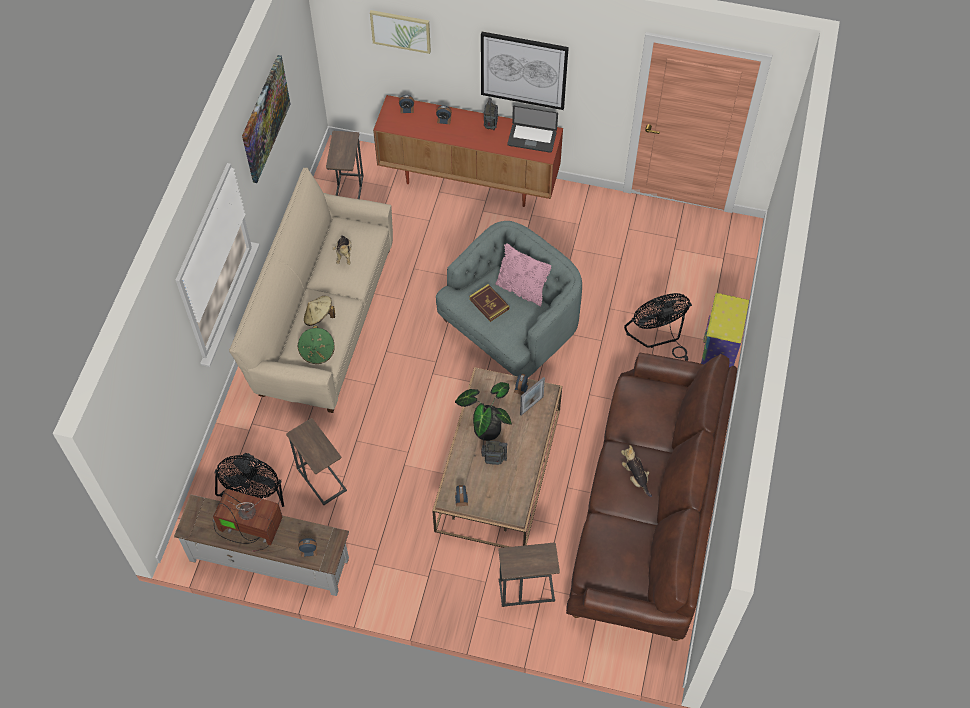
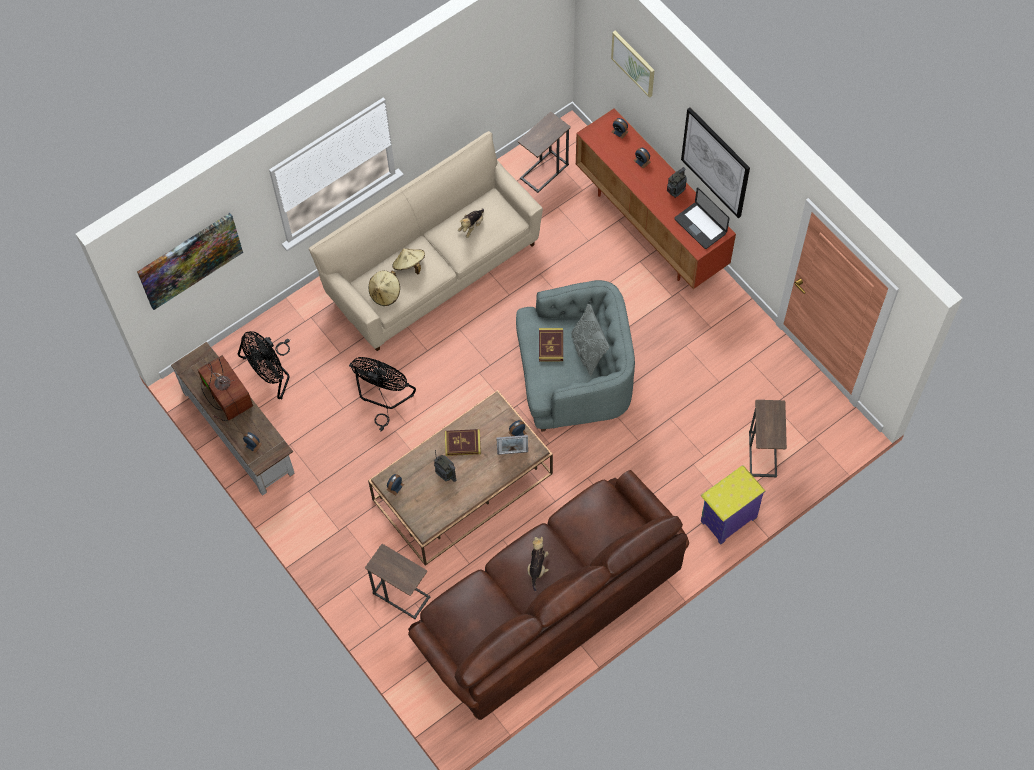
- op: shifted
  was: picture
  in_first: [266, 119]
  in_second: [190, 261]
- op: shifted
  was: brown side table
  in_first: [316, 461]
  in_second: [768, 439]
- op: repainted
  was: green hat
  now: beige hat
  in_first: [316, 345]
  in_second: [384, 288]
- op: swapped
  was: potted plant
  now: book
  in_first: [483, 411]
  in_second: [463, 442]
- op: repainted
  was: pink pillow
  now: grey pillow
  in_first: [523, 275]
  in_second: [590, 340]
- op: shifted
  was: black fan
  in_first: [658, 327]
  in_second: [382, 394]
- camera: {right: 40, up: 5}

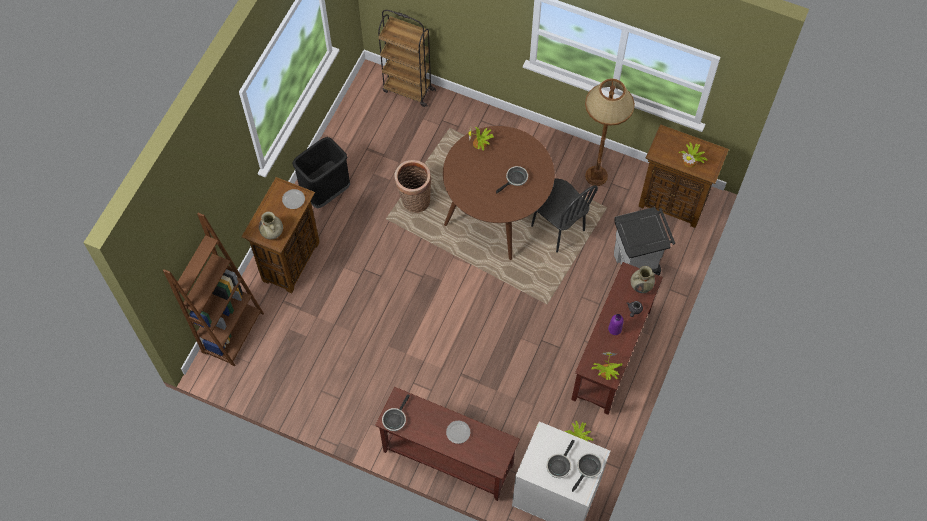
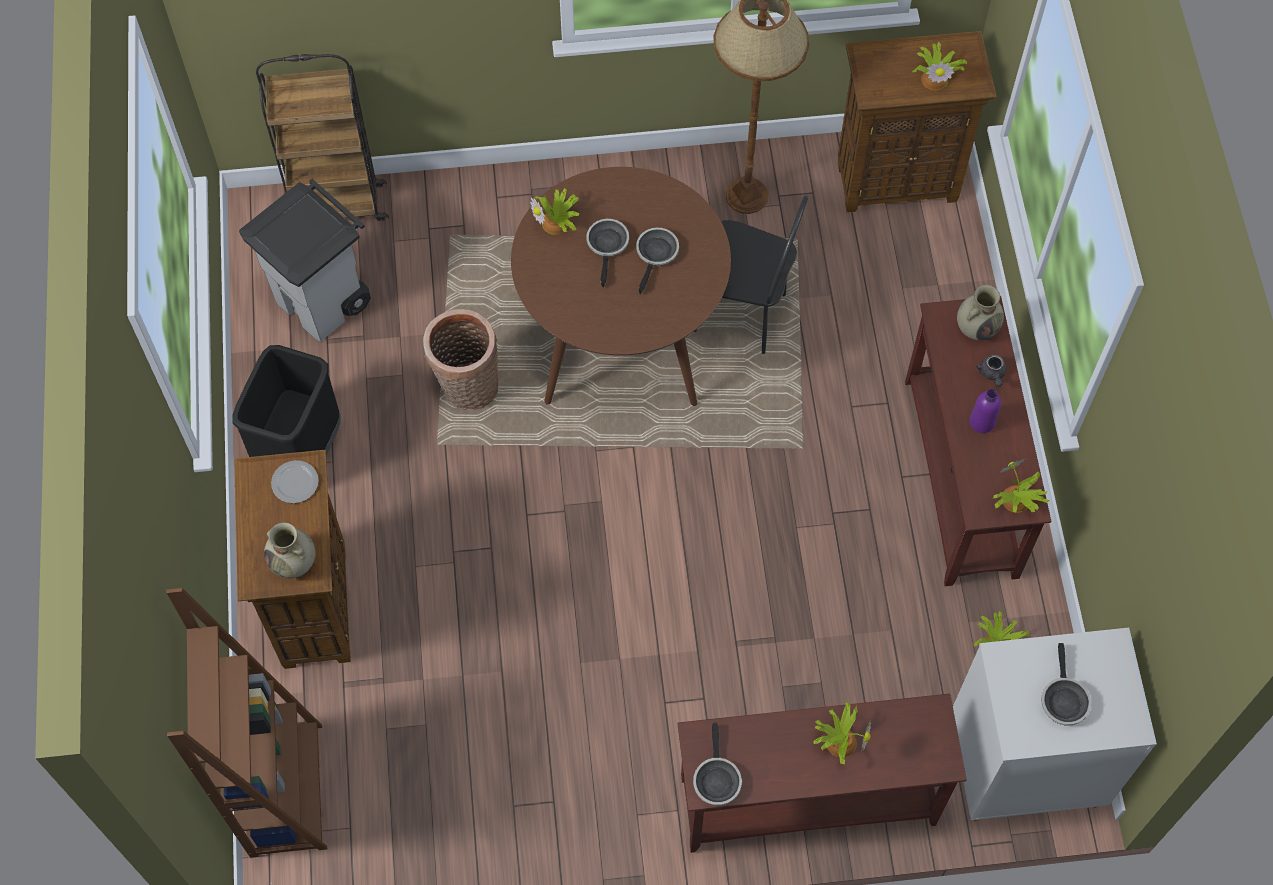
- op: swapped
  was: plate
  now: potted plant
  in_first: [458, 432]
  in_second: [842, 733]
- op: shifted
  was: frying pan
  in_first: [587, 472]
  in_second: [607, 253]
- op: shifted
  was: grey trash can
  in_first: [644, 241]
  in_second: [305, 260]
- camera: {right: -30, up: 0}

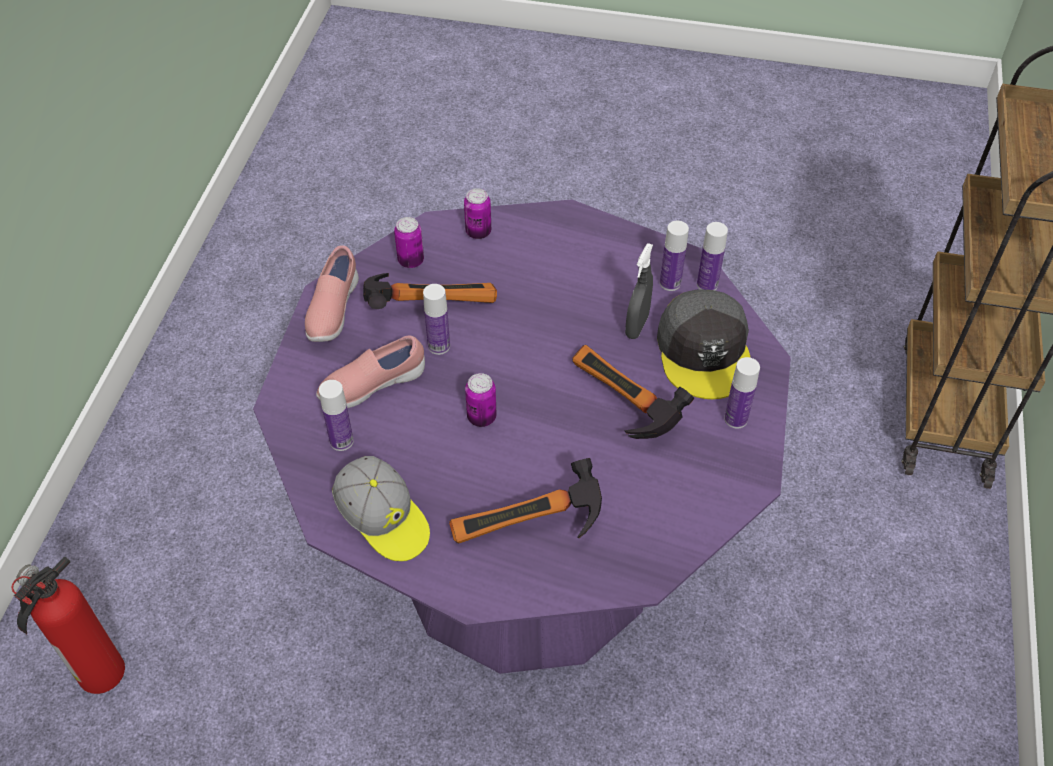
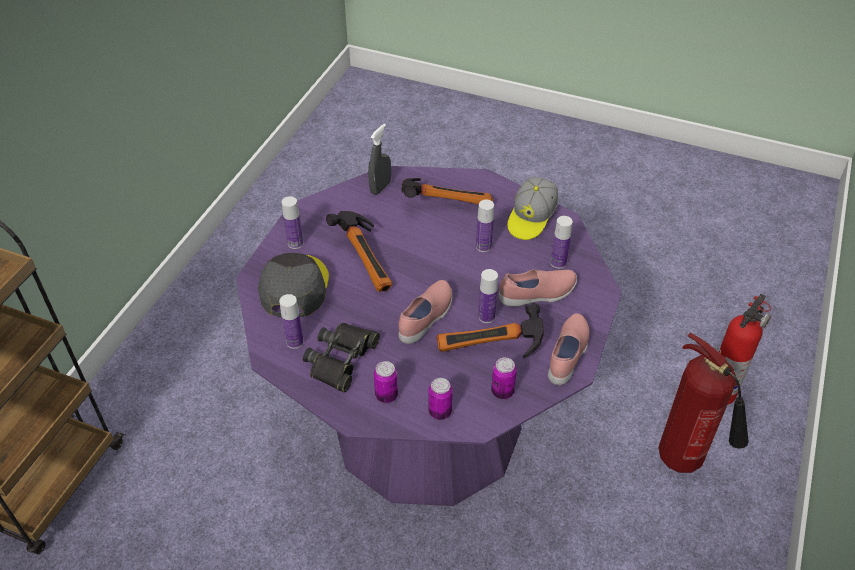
- op: rotated
  was: cap
  in_first: [381, 509]
  in_second: [532, 208]
  clockwise: -120
- op: shifted
  was: can
  in_first: [481, 400]
  in_second: [386, 382]
- op: shifted
  was: grey spray bottle
  in_first: [639, 291]
  in_second: [379, 159]
- op: shifted
  was: bottle
  in_first: [712, 256]
  in_second: [485, 226]
- op: new
  now: black binoculars
  in_second: [341, 357]
- op: new
  now: pink shoe
  in_second: [425, 312]
- op: new
  now: fire extinguisher
  in_second: [704, 403]
- camera: {right: -170, up: -5}

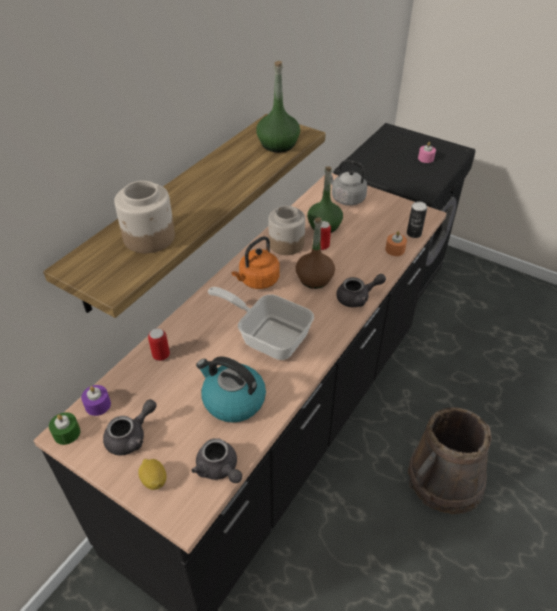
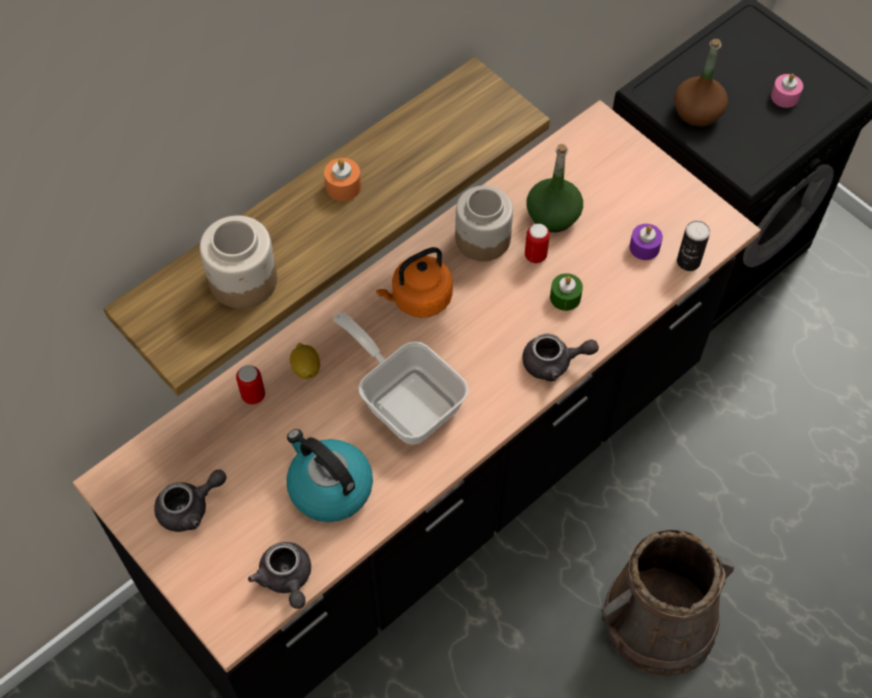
- op: shifted
  was: green candle
  in_first: [64, 428]
  in_second: [566, 292]
- op: shifted
  was: purple candle
  in_first: [96, 400]
  in_second: [646, 242]
- op: shifted
  was: lemon
  in_first: [152, 474]
  in_second: [305, 361]
- op: gone
  was: green bottle
  in_first: [278, 106]
- op: shifted
  was: brown bottle
  in_first: [315, 253]
  in_second: [701, 83]
- op: gone
  was: grey kettle
  in_first: [349, 183]
- op: shifted
  was: orange candle
  in_first: [396, 243]
  in_second: [342, 179]
- camera: {right: 15, up: 15}

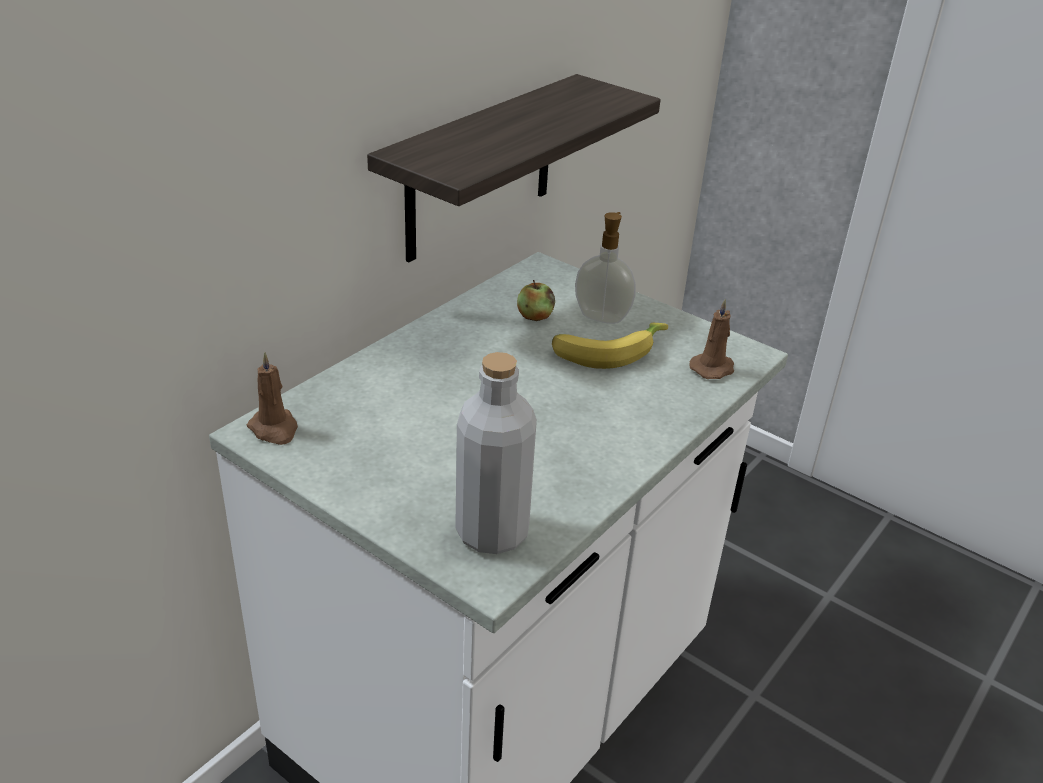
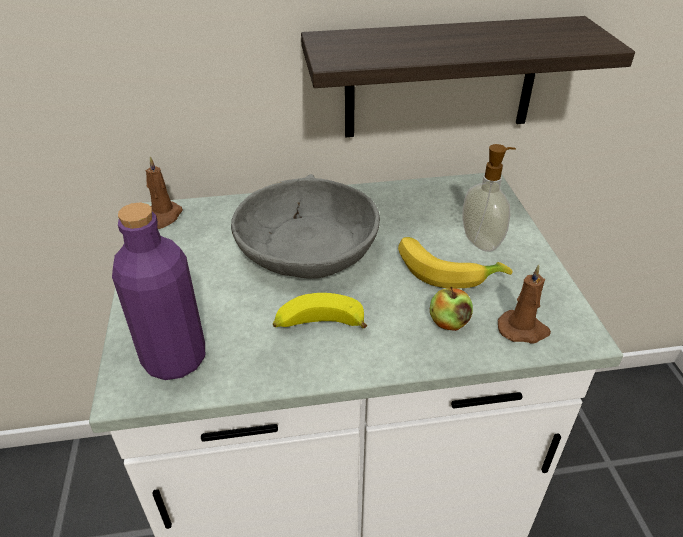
- op: repainted
  was: grey bottle
  now: purple bottle
  in_first: [496, 453]
  in_second: [158, 291]
- op: shifted
  was: apple
  in_first: [536, 300]
  in_second: [451, 309]
- op: new
  now: grey bowl
  in_second: [305, 226]
- op: new
  now: banana
  in_second: [320, 310]
- camera: {right: 45, up: 5}

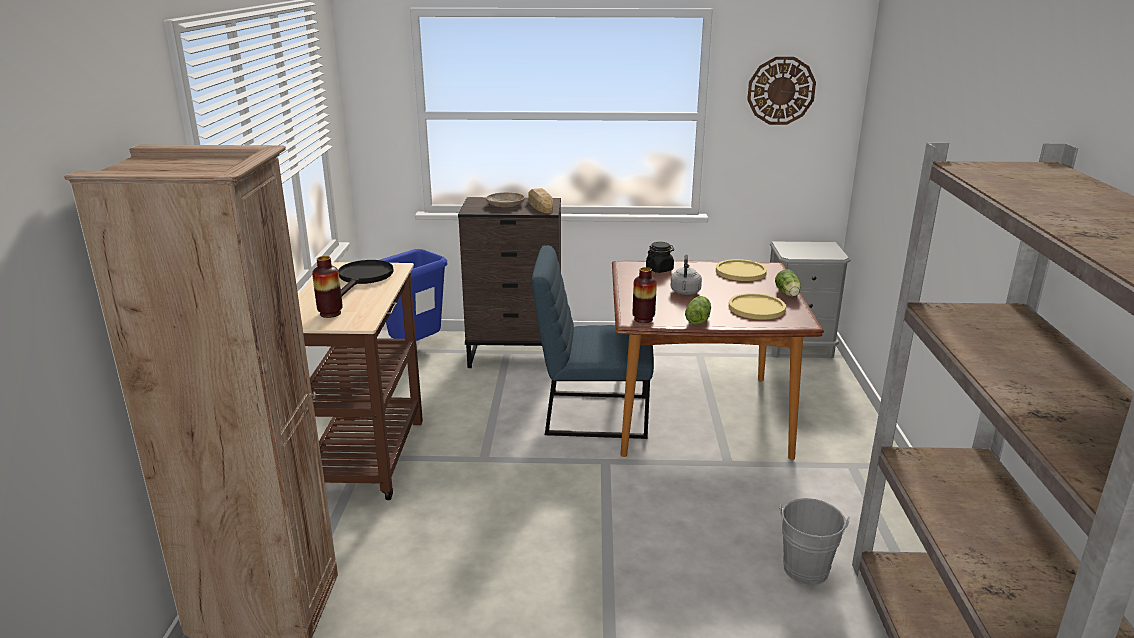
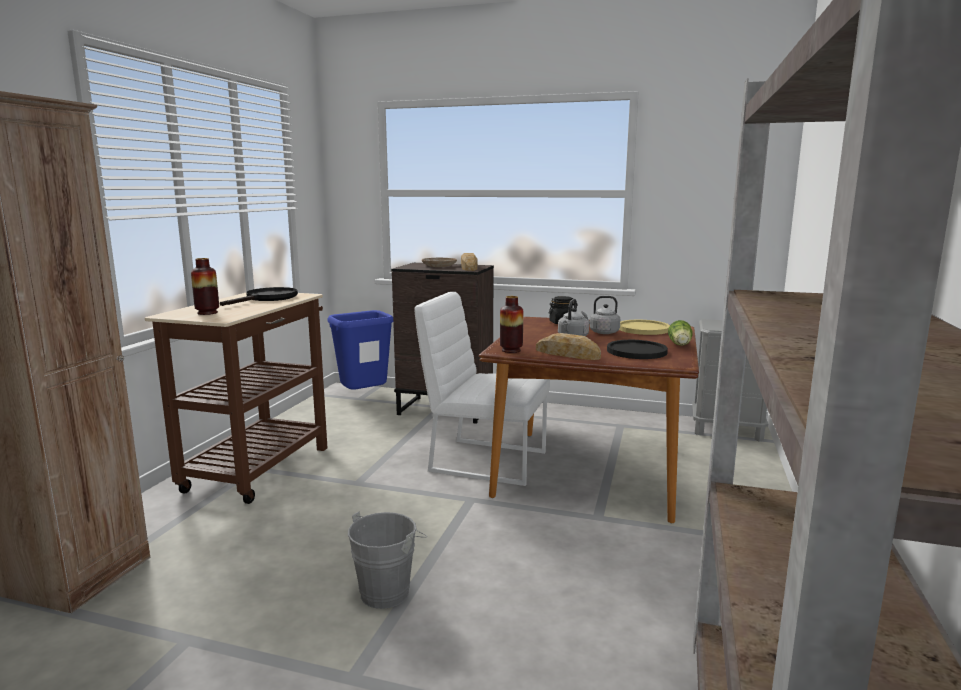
- op: repainted
  was: blue chair
  now: white chair
  in_first: [593, 342]
  in_second: [482, 389]
- op: swapped
  was: lettuce
  now: bread
  in_first: [698, 310]
  in_second: [568, 346]
- op: repainted
  was: yellow plate
  now: black plate
  in_first: [757, 306]
  in_second: [637, 349]
- op: gone
  was: wall clock
  in_first: [781, 91]
- op: shifted
  was: grey bucket
  in_first: [814, 541]
  in_second: [387, 560]
- op: new
  now: grey kettle
  in_second: [600, 315]
- camera: {right: 15, up: -10}

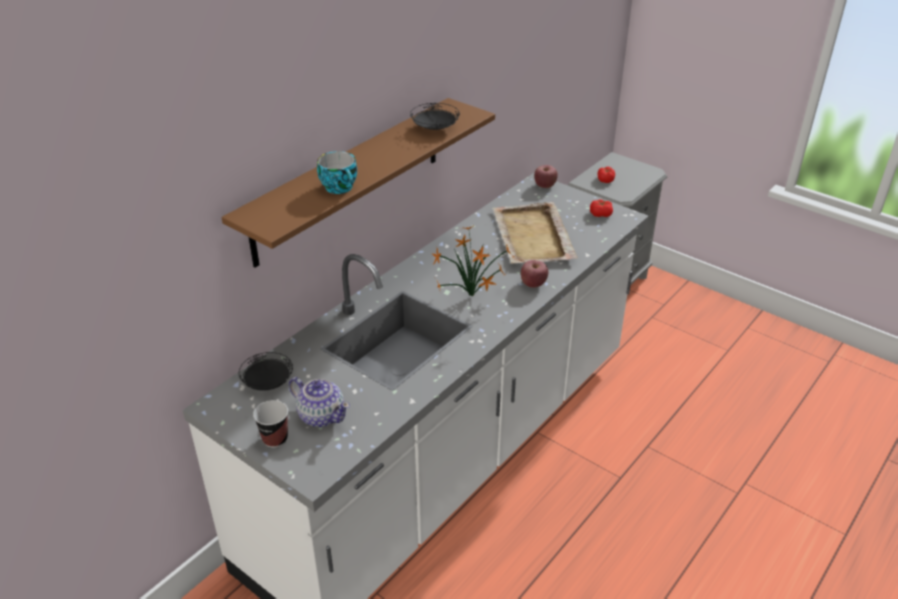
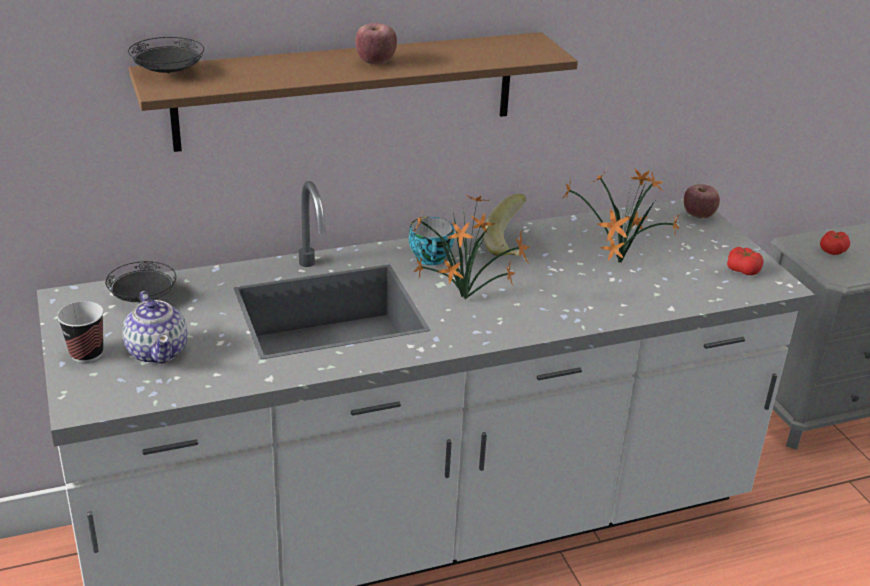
- op: shifted
  was: cup
  in_first: [337, 172]
  in_second: [431, 241]
- op: shifted
  was: black plate
  in_first: [435, 116]
  in_second: [166, 55]
- op: swapped
  was: beige tray
  now: potted plant
  in_first: [535, 233]
  in_second: [621, 215]
- op: shifted
  was: apple
  in_first: [534, 274]
  in_second: [376, 43]
- op: new
  now: banana
  in_second: [505, 225]
- camera: {right: 30, up: -5}

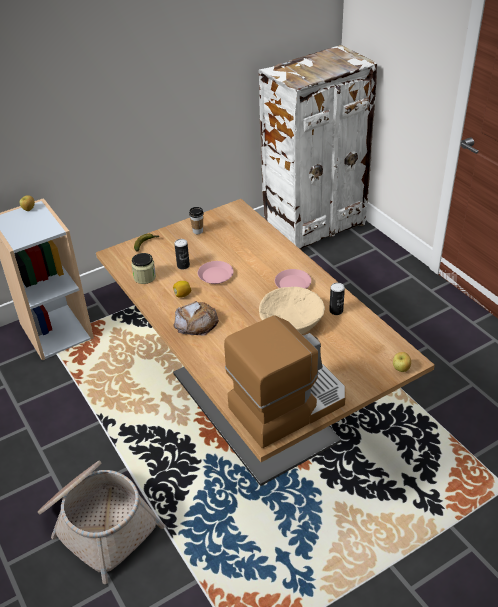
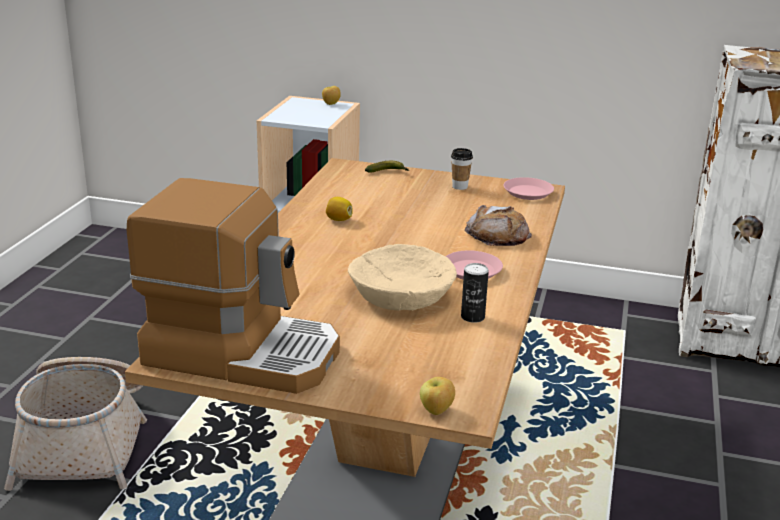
- op: gone
  was: jar
  in_first: [143, 268]
- op: gone
  was: can
  in_first: [182, 254]
- op: shifted
  was: bread
  in_first: [196, 318]
  in_second: [498, 225]
- op: shifted
  was: pink plate
  in_first: [216, 272]
  in_second: [528, 188]
- camera: {right: 45, up: -15}

